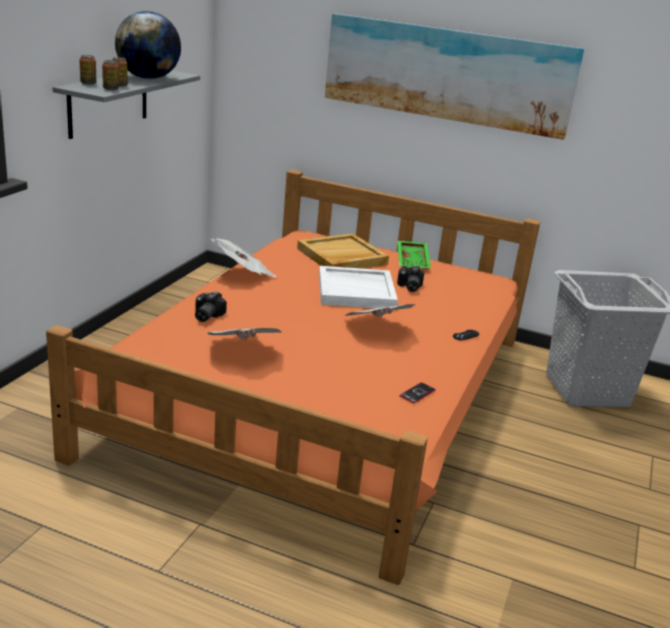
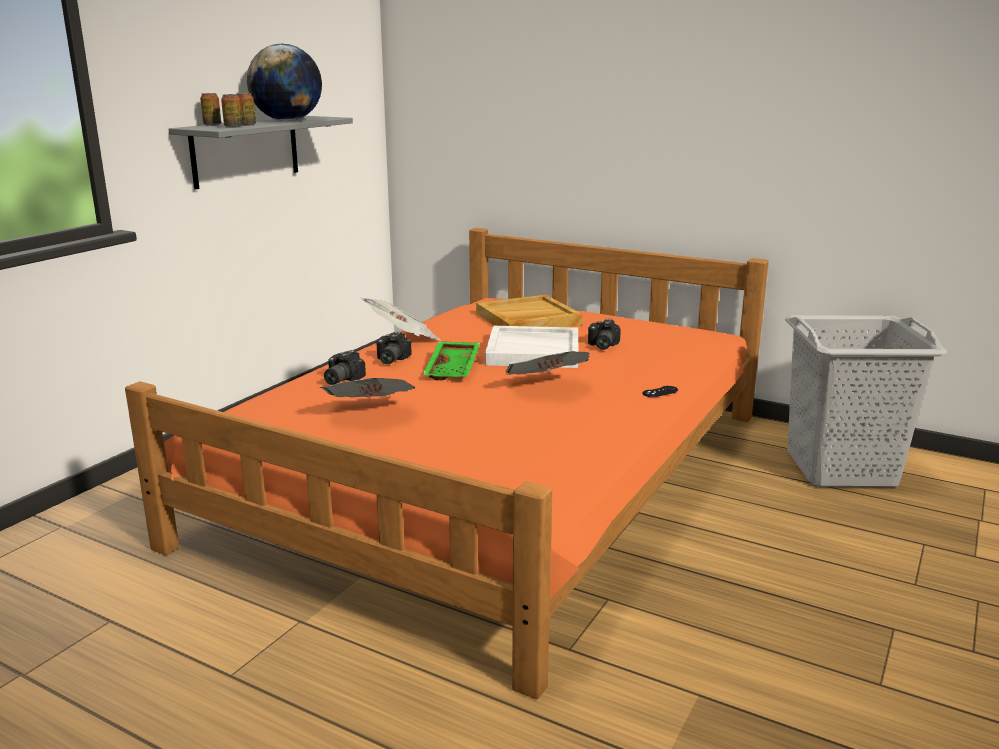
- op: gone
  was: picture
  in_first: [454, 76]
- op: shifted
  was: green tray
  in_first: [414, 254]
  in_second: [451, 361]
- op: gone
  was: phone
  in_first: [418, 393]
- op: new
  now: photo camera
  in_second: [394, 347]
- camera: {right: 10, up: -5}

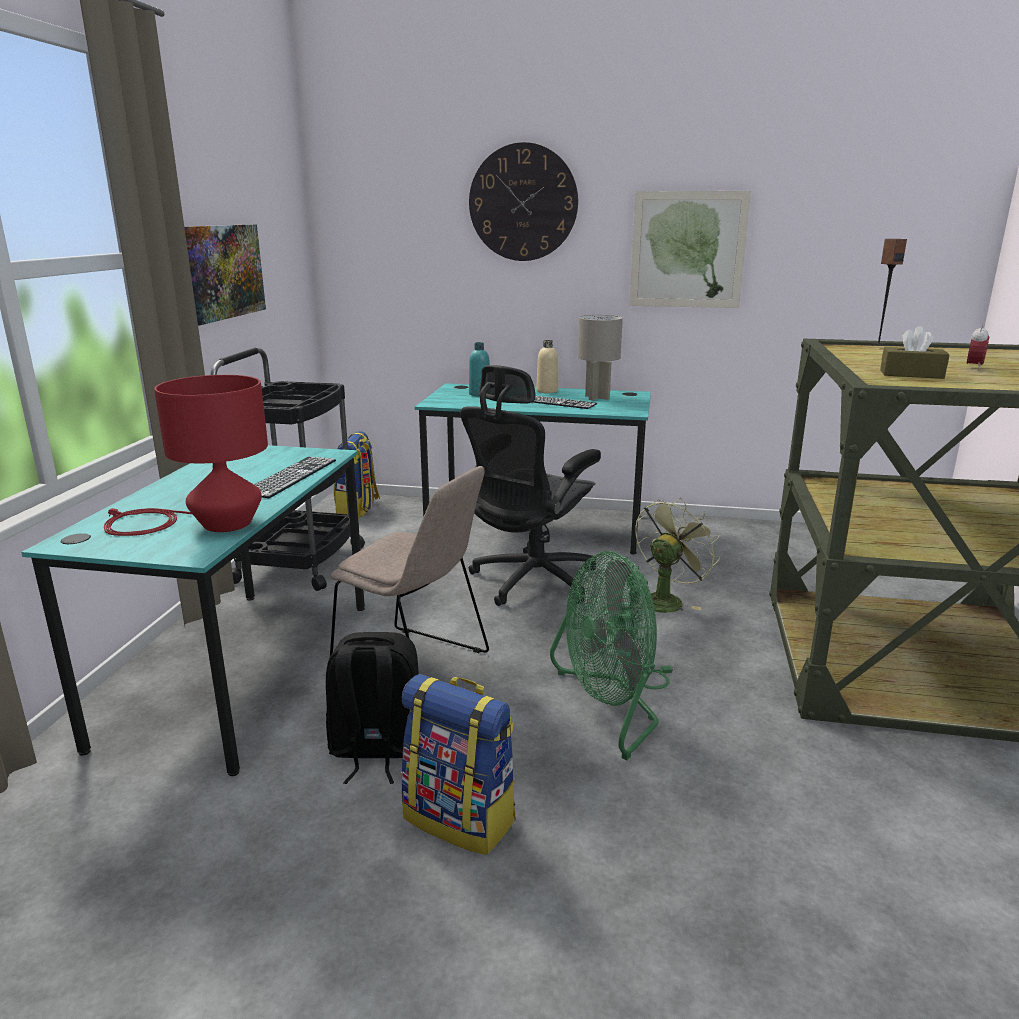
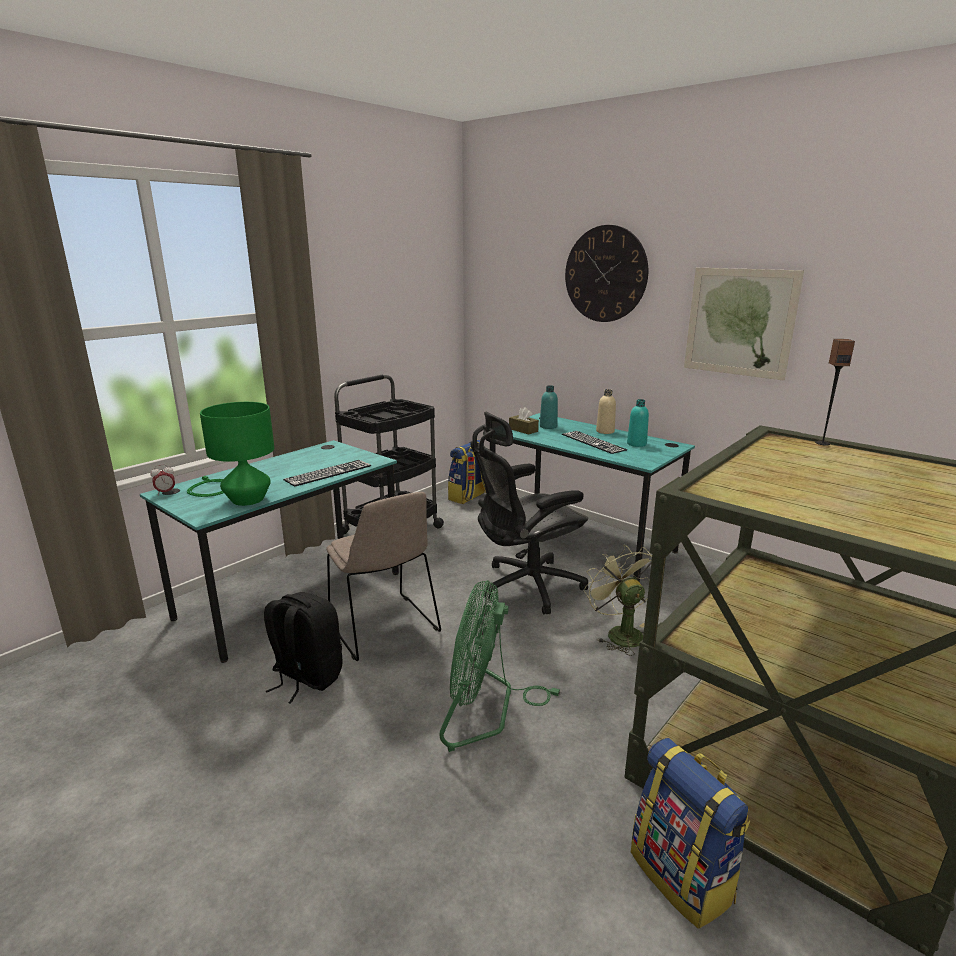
- op: repainted
  was: red table lamp
  now: green table lamp
  in_first: [186, 455]
  in_second: [230, 454]
- op: gone
  was: picture
  in_first: [225, 274]
- op: shifted
  was: backpack
  in_first: [458, 764]
  in_second: [691, 833]
- op: swapped
  was: grey table lamp
  now: turquoise bottle
  in_first: [600, 357]
  in_second: [638, 423]
- op: rotated
  was: green fan
  in_first: [674, 555]
  in_second: [618, 600]
  clockwise: -90
- op: shifted
  was: brown tissue box
  in_first: [914, 352]
  in_second: [524, 421]
- op: shifted
  was: alarm clock
  in_first: [978, 346]
  in_second: [162, 479]
- camera: {right: 30, up: 0}

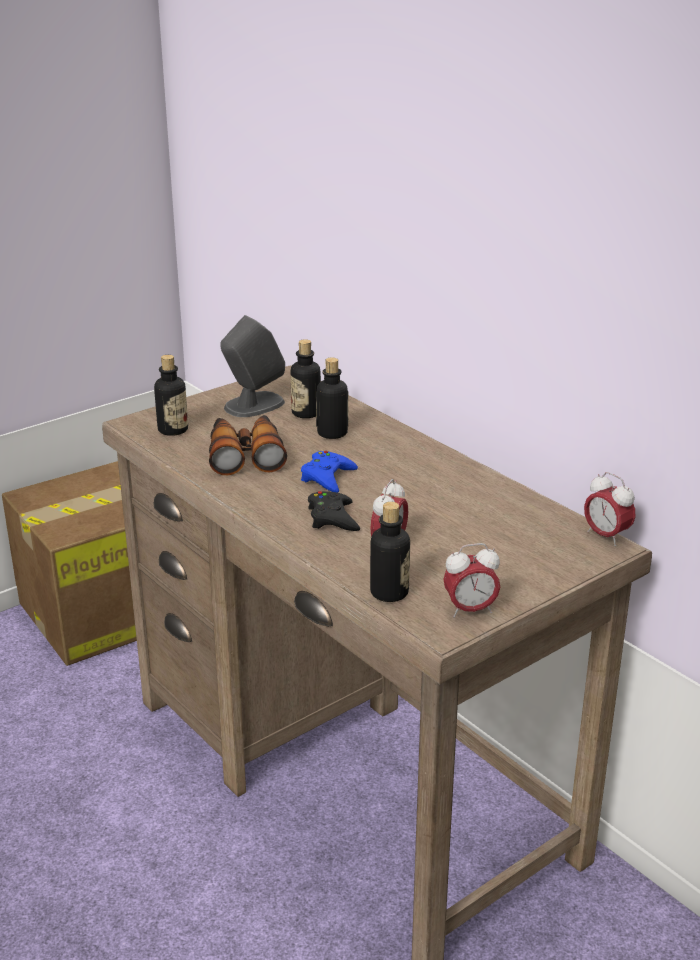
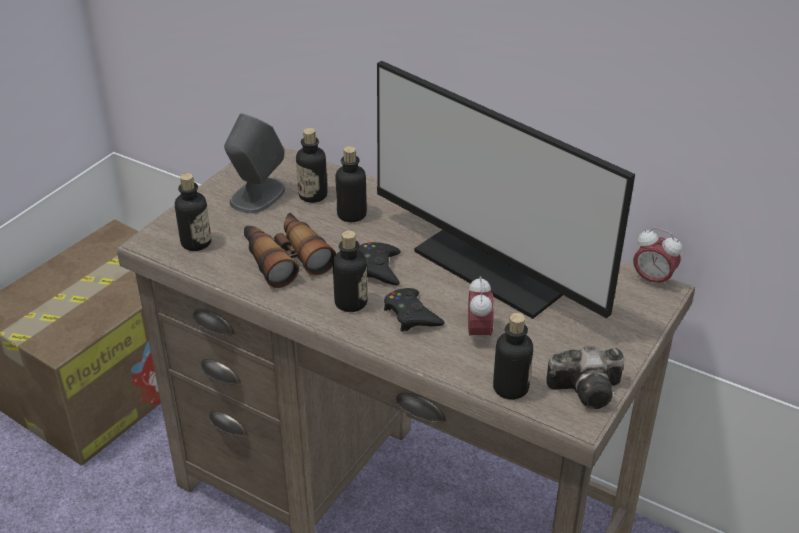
- op: repainted
  was: blue game controller
  now: black game controller
  in_first: [329, 472]
  in_second: [379, 263]
- op: swapped
  was: alarm clock
  now: photo camera
  in_first: [471, 580]
  in_second: [585, 377]
- op: new
  now: bottle
  in_second: [350, 271]
- op: new
  now: monitor
  in_second: [506, 190]
- camera: {right: -20, up: 10}

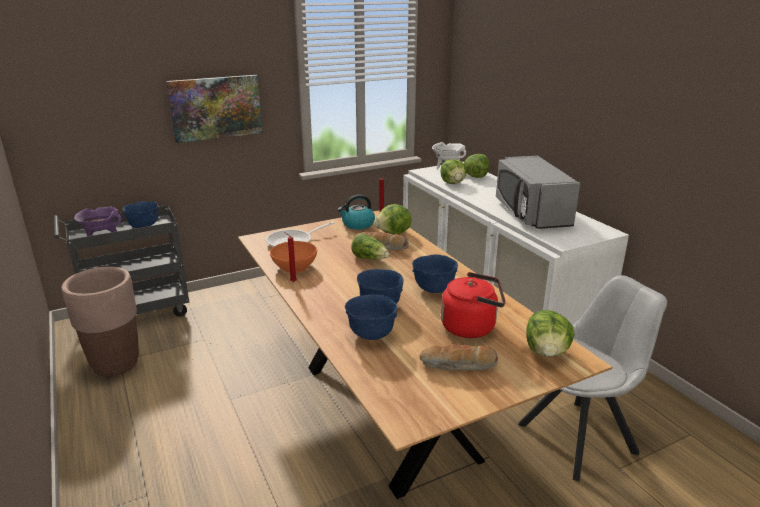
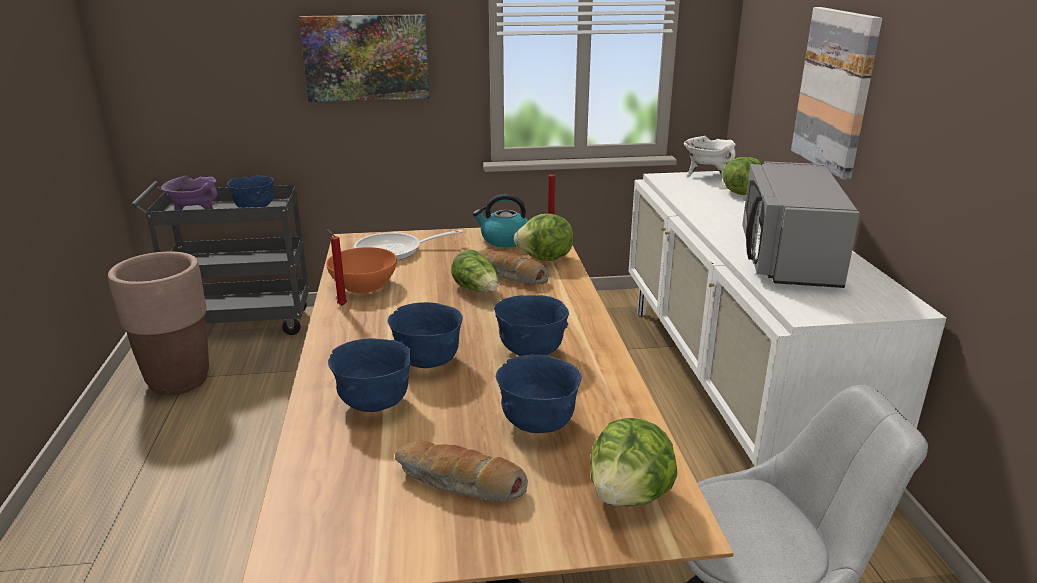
- op: gone
  was: lettuce
  in_first: [453, 171]
- op: swapped
  was: red kettle
  now: blue bowl
  in_first: [473, 305]
  in_second: [538, 393]
- op: new
  now: picture
  in_second: [836, 93]
- camera: {right: 20, up: 0}

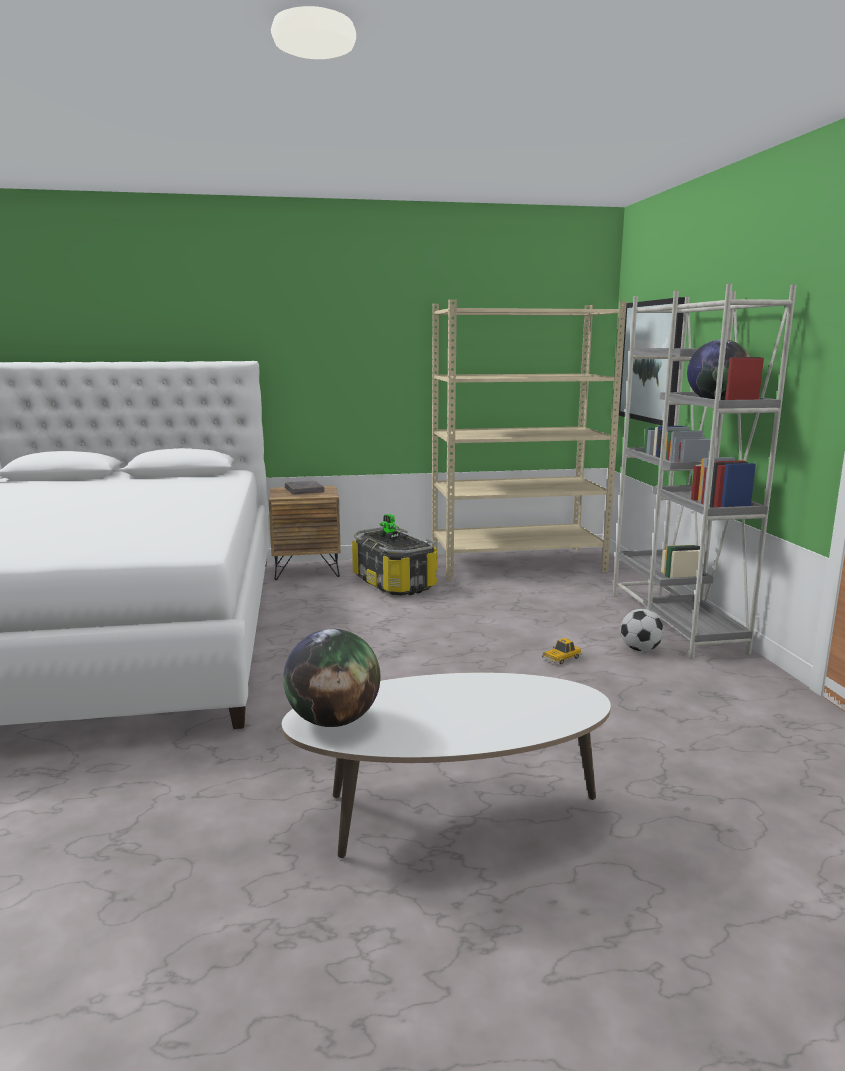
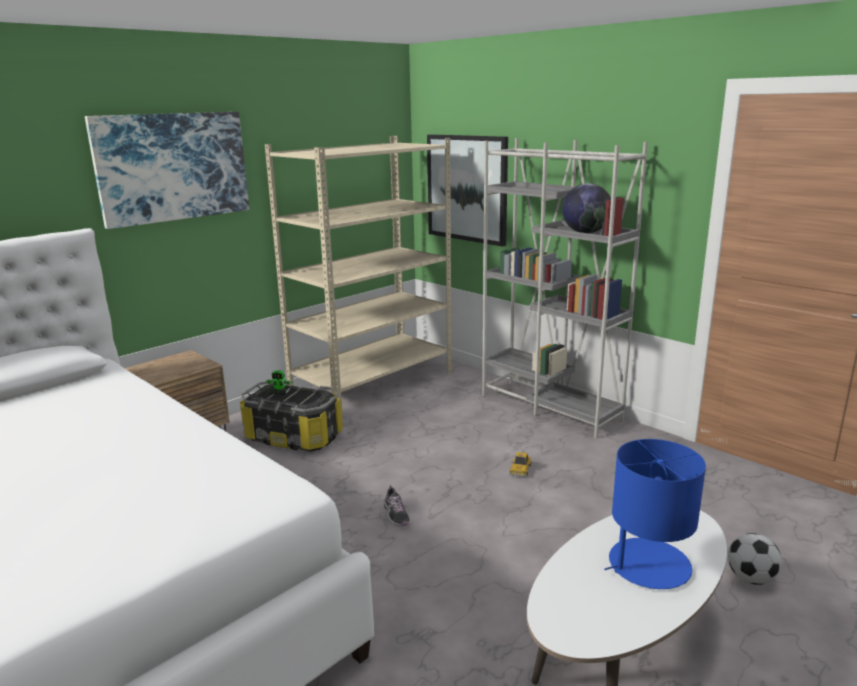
- op: gone
  was: globe
  in_first: [332, 678]
- op: gone
  was: grey book
  in_first: [305, 487]
- op: shifted
  was: football
  in_first: [642, 630]
  in_second: [755, 559]
- op: new
  now: picture
  in_second: [167, 170]
- op: new
  now: shoe
  in_second: [397, 505]
- op: new
  now: blue table lamp
  in_second: [655, 514]
- camera: {right: -35, up: 5}

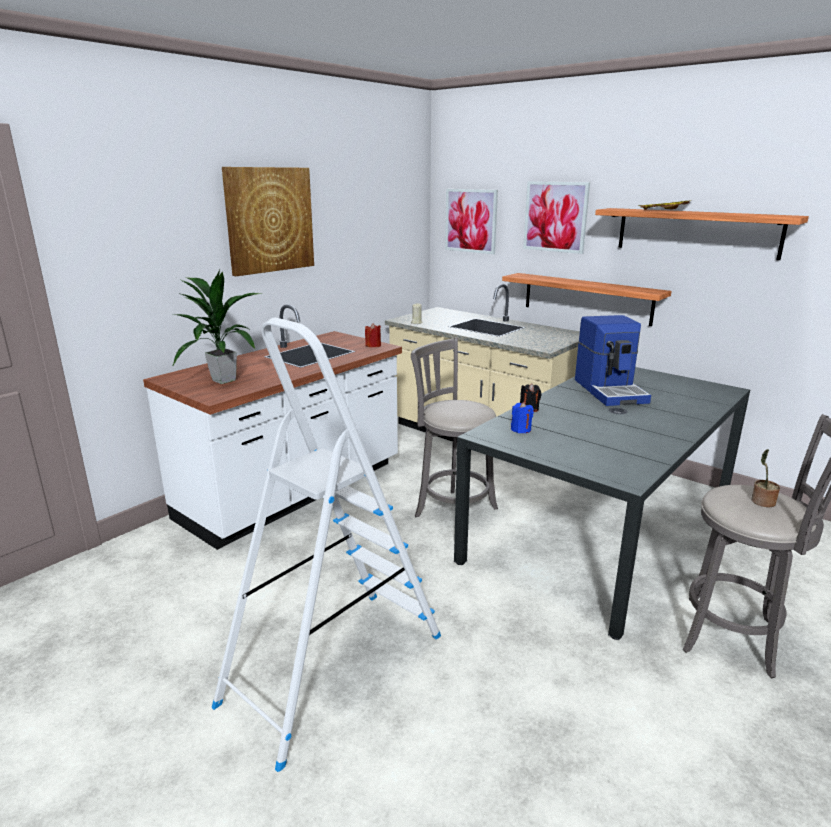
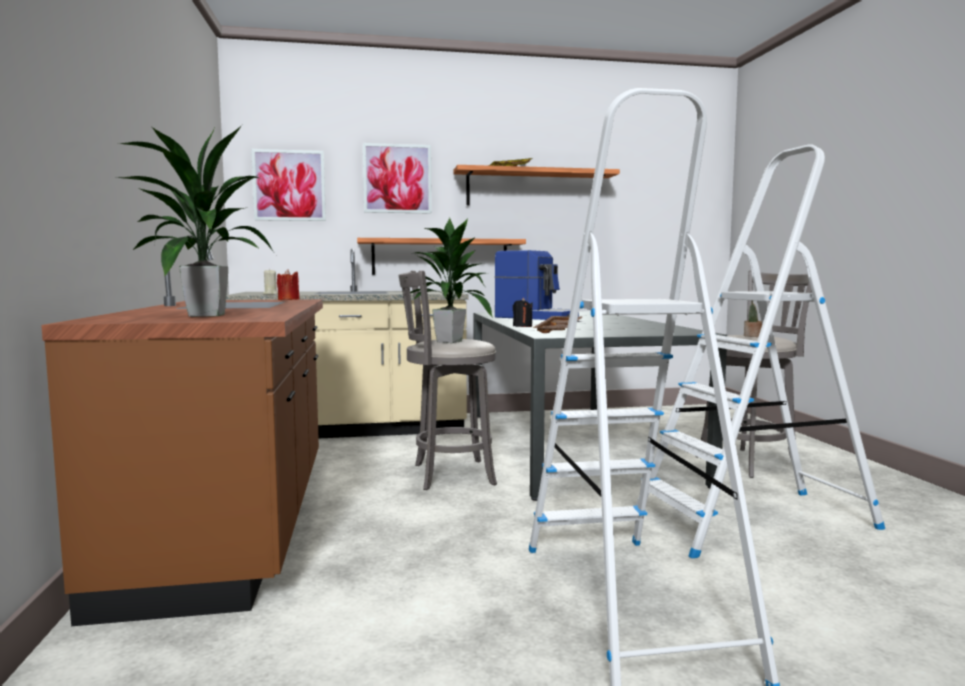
- op: repainted
  was: white counter
  now: brown counter
  in_first: [272, 427]
  in_second: [182, 431]
- op: gone
  was: picture
  in_first: [268, 221]
- op: swapped
  was: blue candle
  now: brown tray
  in_first: [522, 417]
  in_second: [557, 324]
- op: new
  now: potted plant
  in_second: [447, 280]
- op: new
  now: white step ladder
  in_second: [760, 351]
- camera: {right: -50, up: -15}

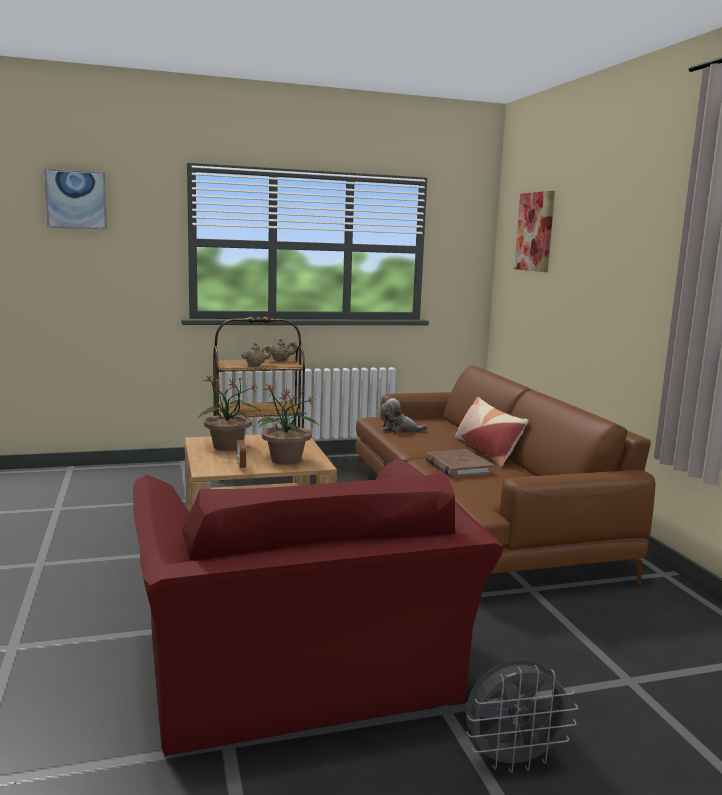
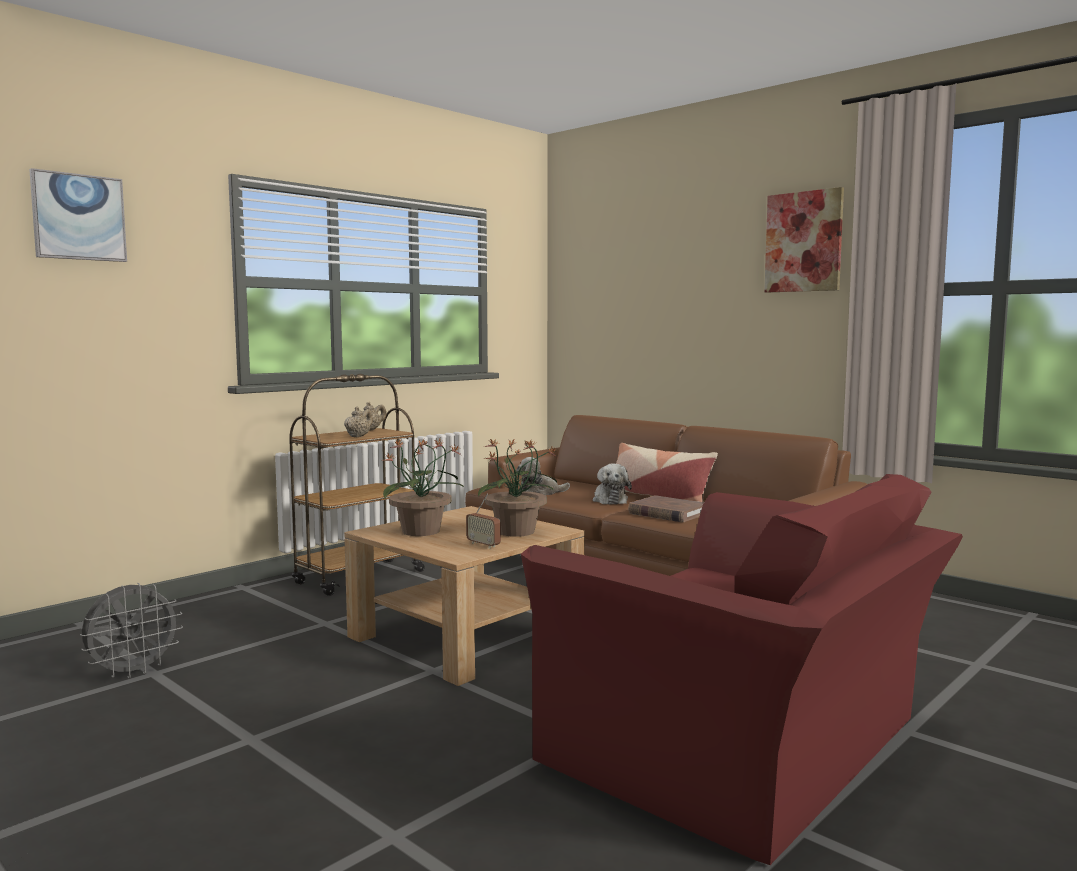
- op: shifted
  was: grey fan
  in_first: [522, 716]
  in_second: [131, 631]
- op: shifted
  was: picture
  in_first: [534, 231]
  in_second: [804, 240]
- op: new
  now: plush toy
  in_second: [612, 484]
- camera: {right: -30, up: -5}

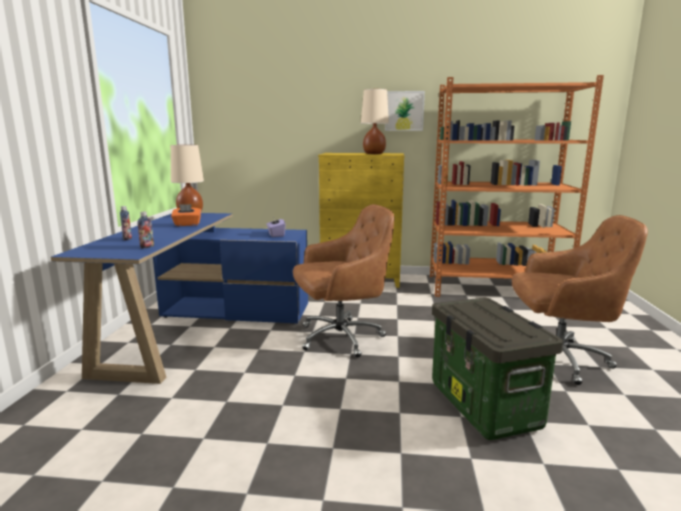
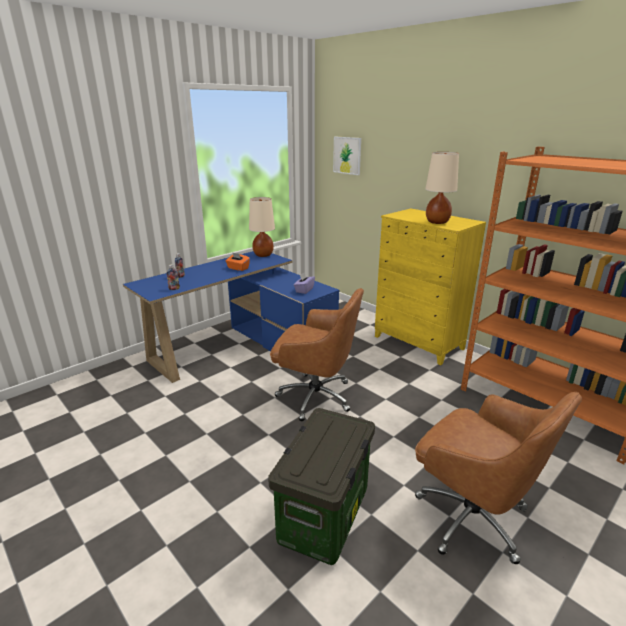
- op: shifted
  was: picture
  in_first: [405, 111]
  in_second: [347, 155]
- camera: {right: 40, up: 10}

